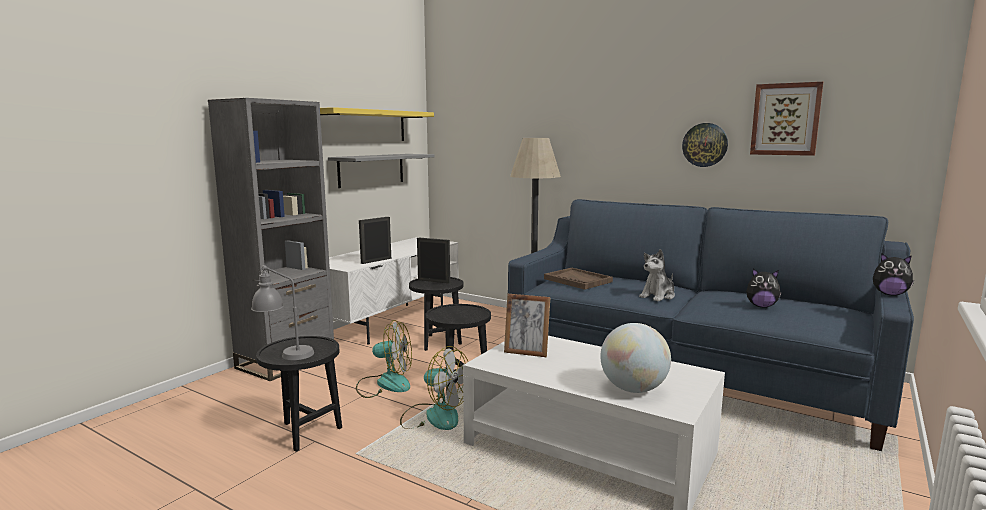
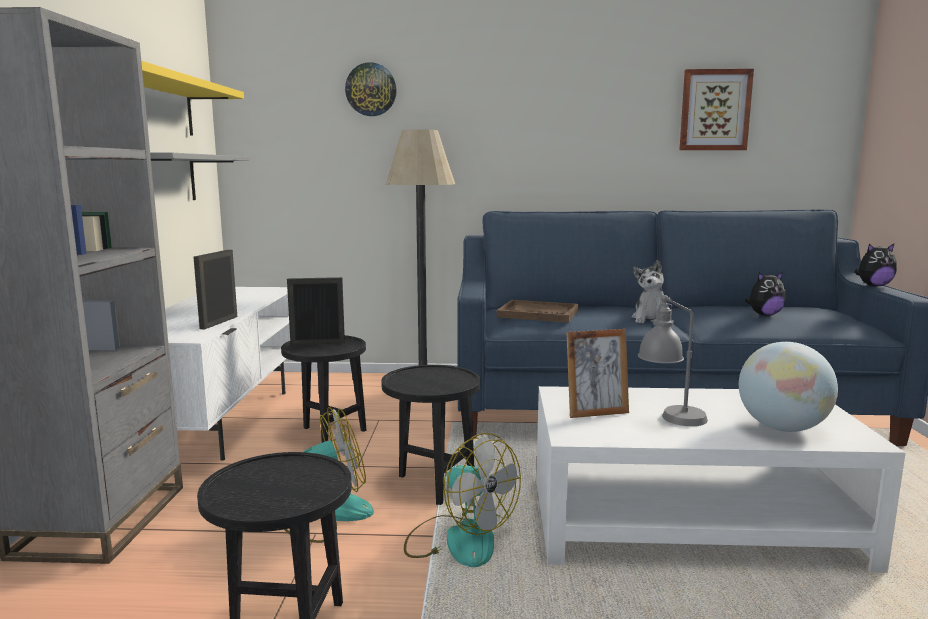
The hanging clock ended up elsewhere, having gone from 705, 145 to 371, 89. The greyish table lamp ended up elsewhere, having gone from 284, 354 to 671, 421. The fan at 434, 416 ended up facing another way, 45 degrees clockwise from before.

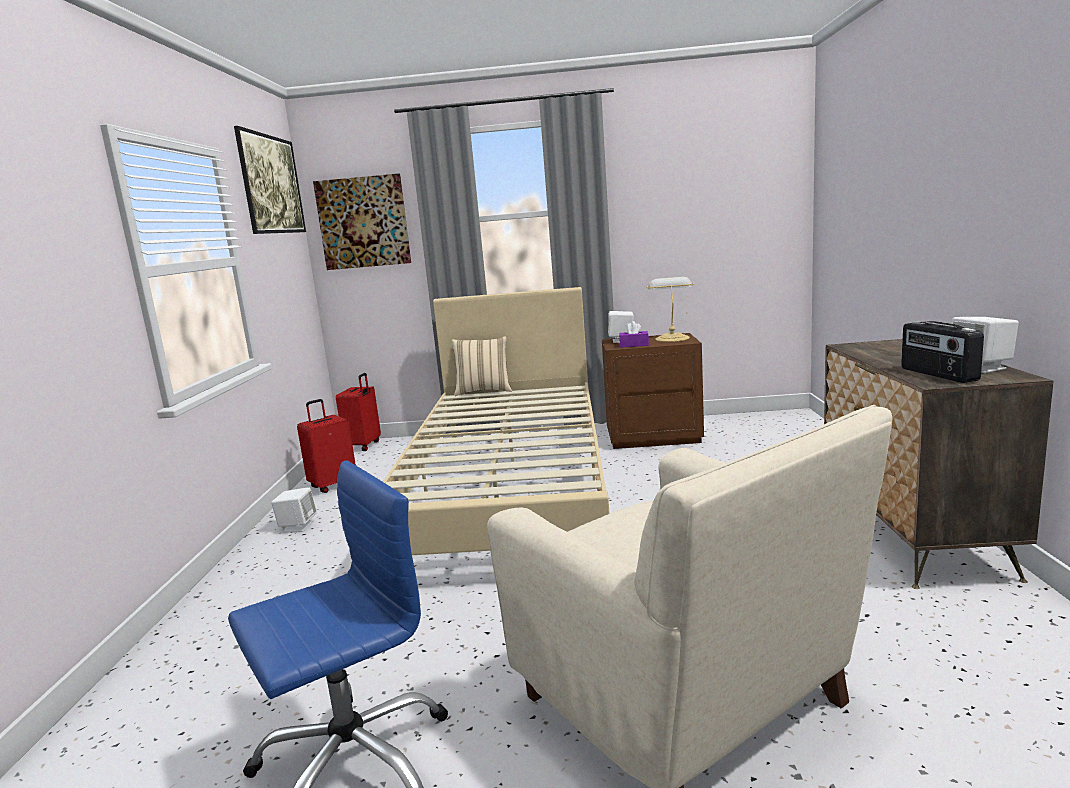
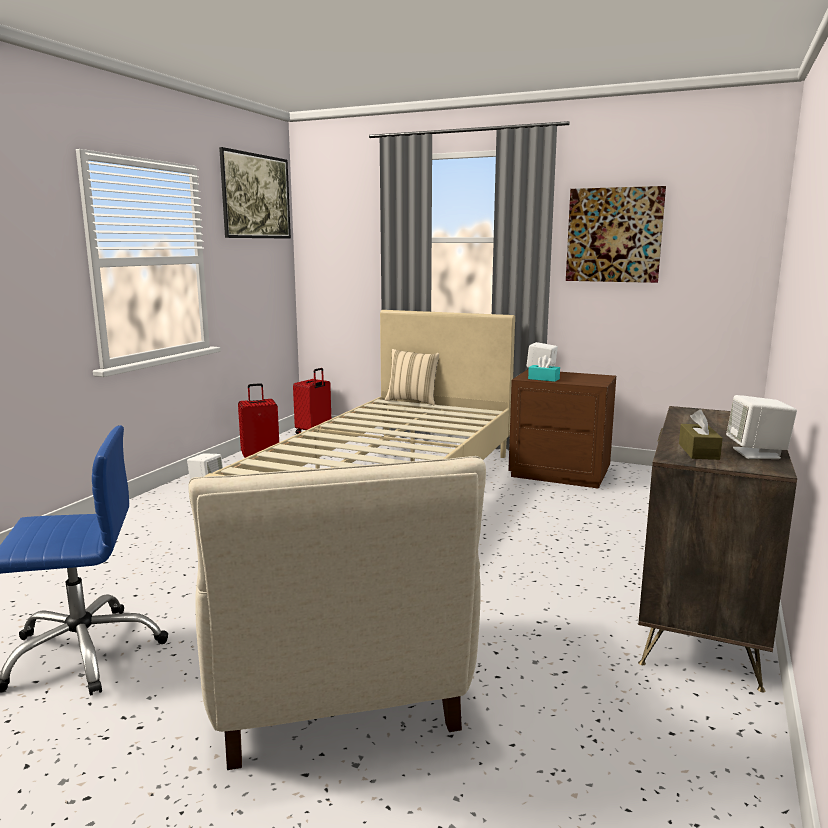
The picture ended up elsewhere, having gone from 363, 222 to 614, 235. The second view lost the table lamp at 672, 338. What was the purplish tissue box at 634, 345 turned into the turquoise-coloured tissue box at 543, 379. Where the radio receiver stood at 937, 374, the brown tissue box came to stand at 698, 451.

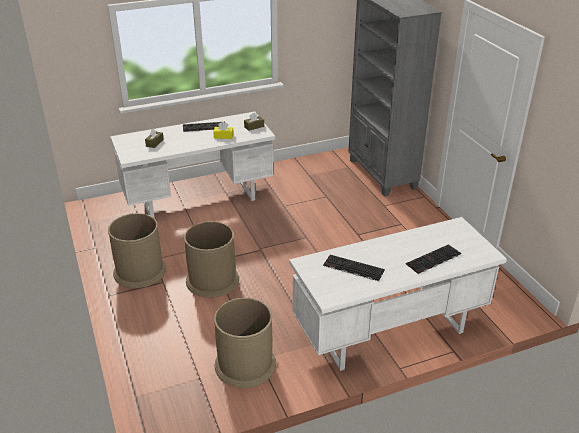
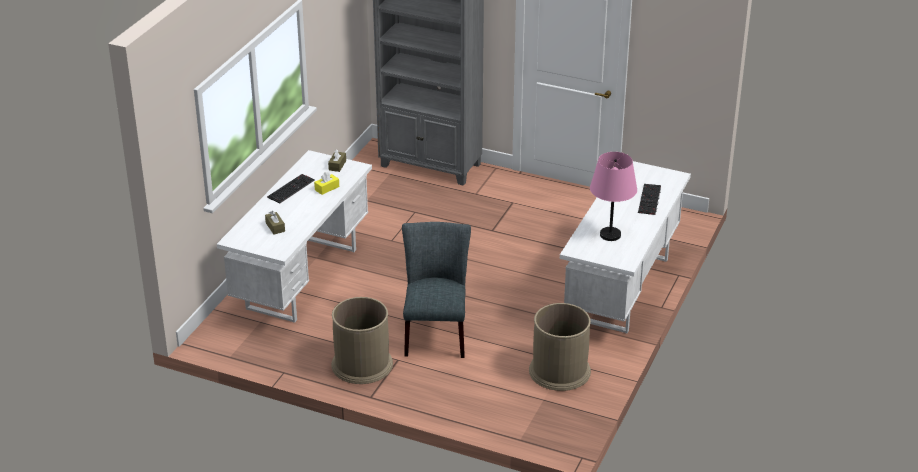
Where the brown rubbish bin stood at 212, 280, the greyish chair came to stand at 436, 333. Where the computer keyboard stood at 352, 268, the pink table lamp came to stand at 610, 235.

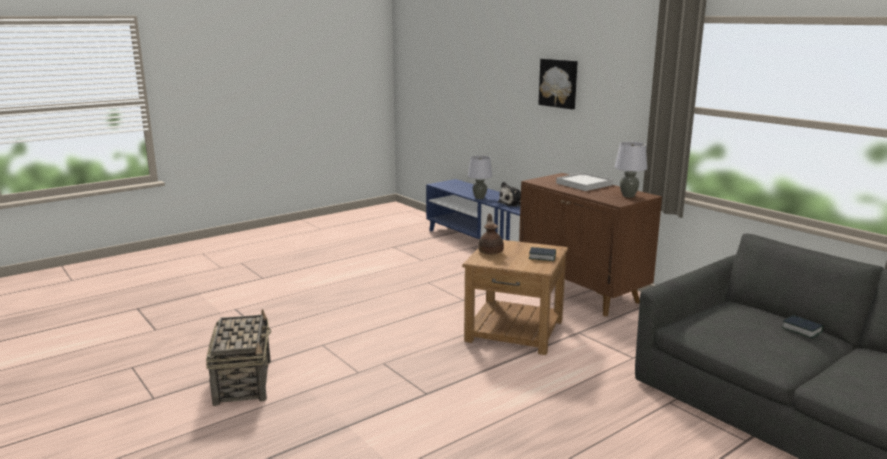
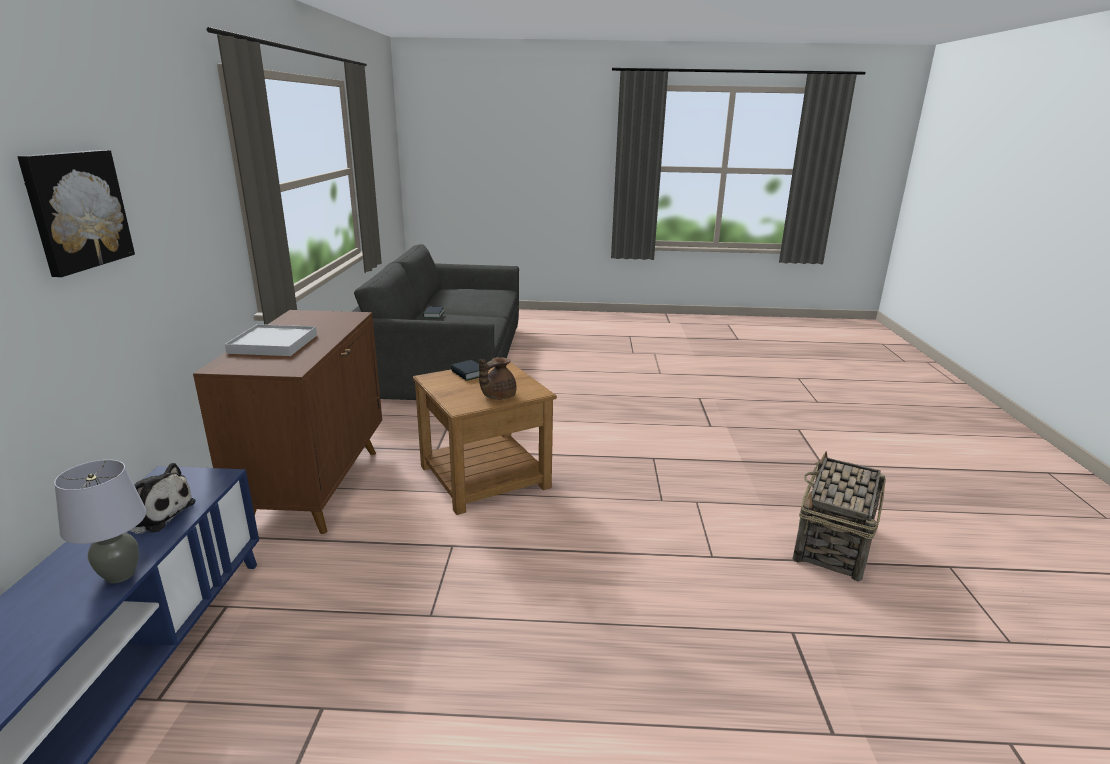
The second view lost the greyish table lamp at 628, 196.

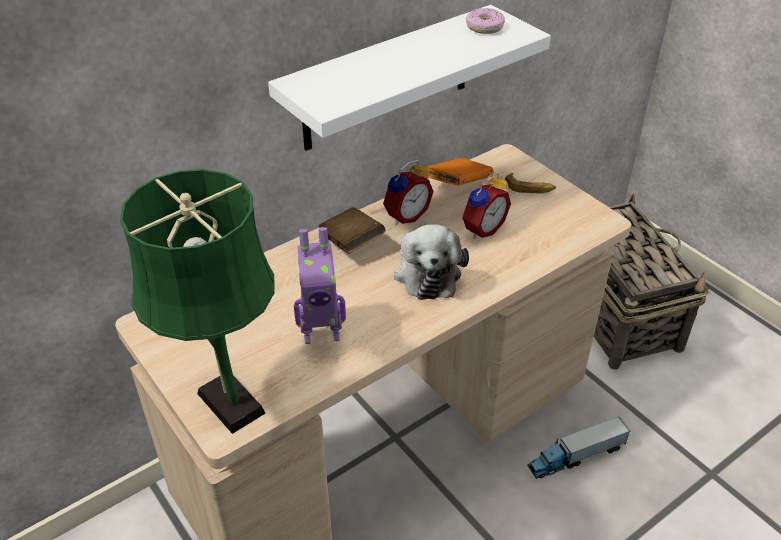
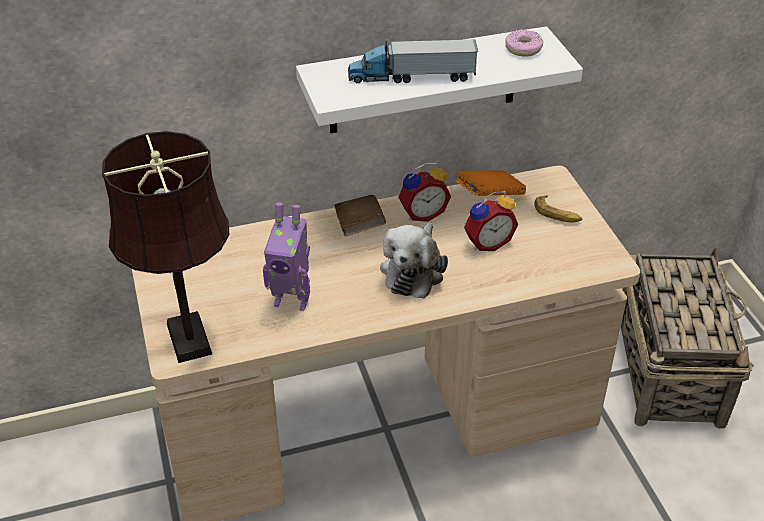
What was the green-coloured table lamp at 227, 398 turned into the brown table lamp at 188, 334. The toy lorry ended up elsewhere, having gone from 576, 456 to 411, 76.

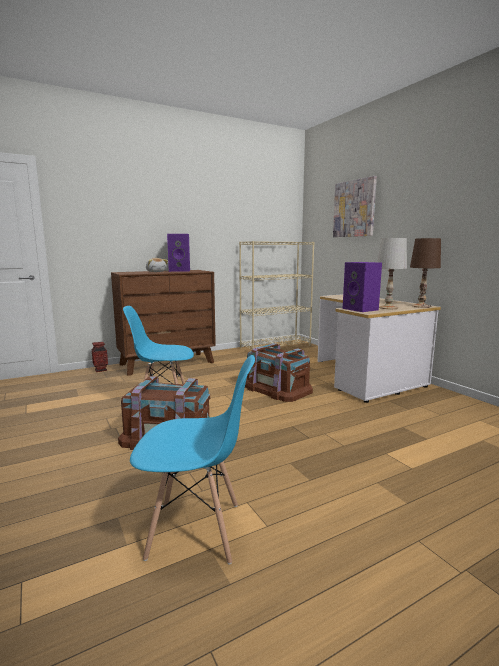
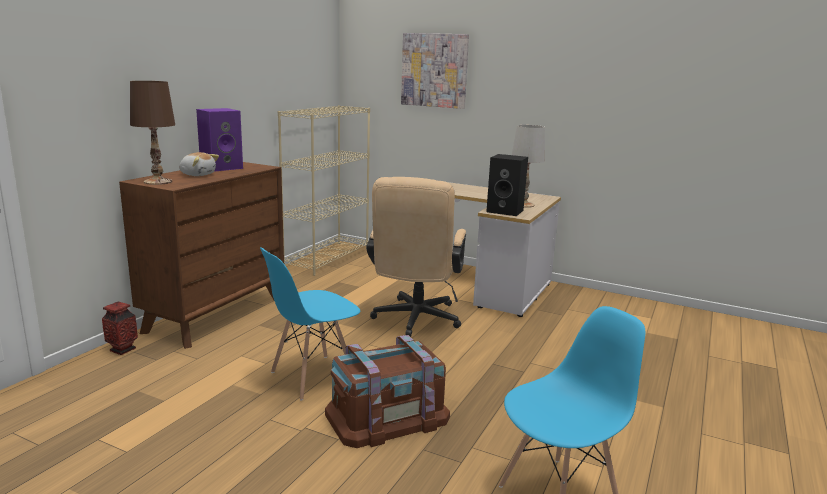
The brown table lamp ended up elsewhere, having gone from 421, 306 to 158, 182. What was the purplish audio speaker at 361, 309 turned into the black audio speaker at 506, 211. Where the brown storage bin stood at 276, 388, the beige-coloured office chair came to stand at 415, 321.

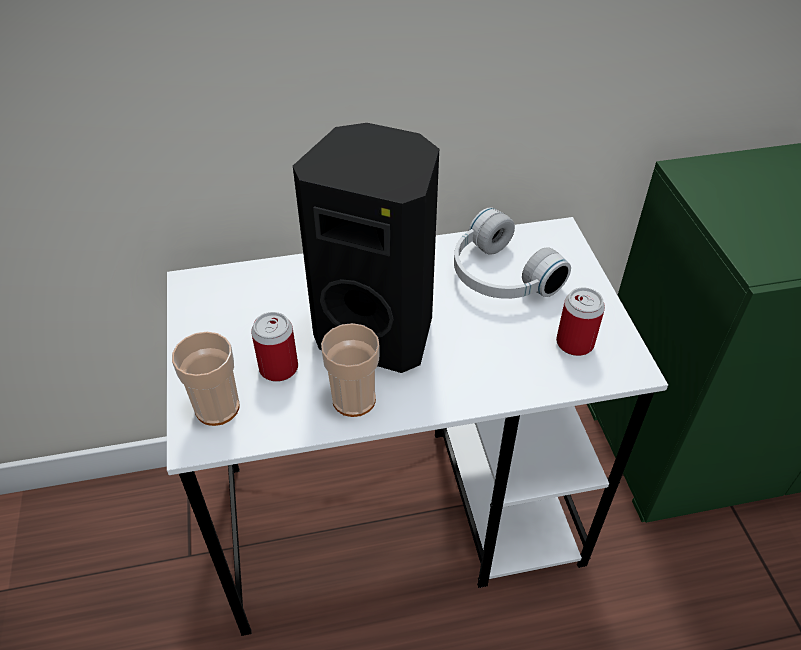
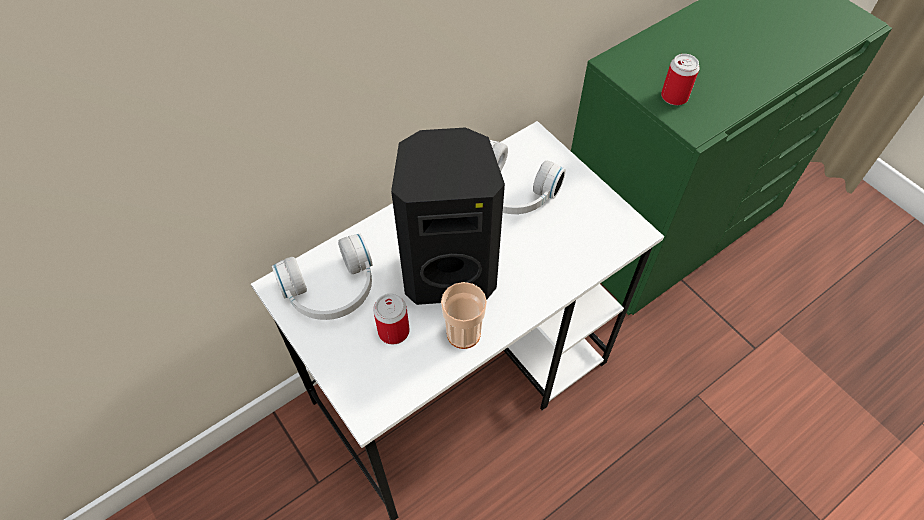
The sealed can ended up elsewhere, having gone from 575, 343 to 674, 96. The second view lost the cup at 217, 408. The second view gained the whitish pair of headphones at 332, 291.

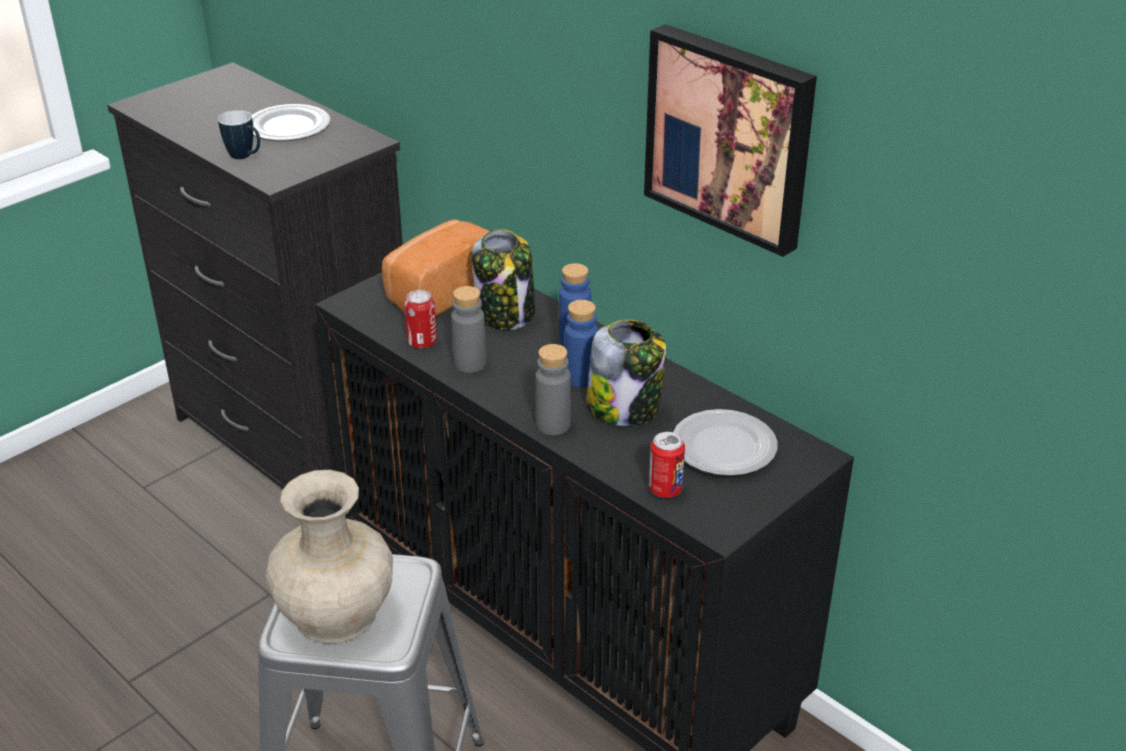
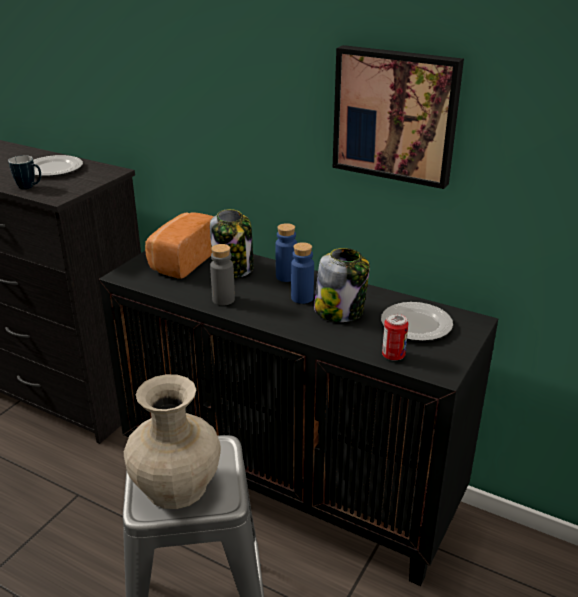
The second view lost the sealed can at 422, 342. The second view lost the greyish beverage bottle at 553, 425.

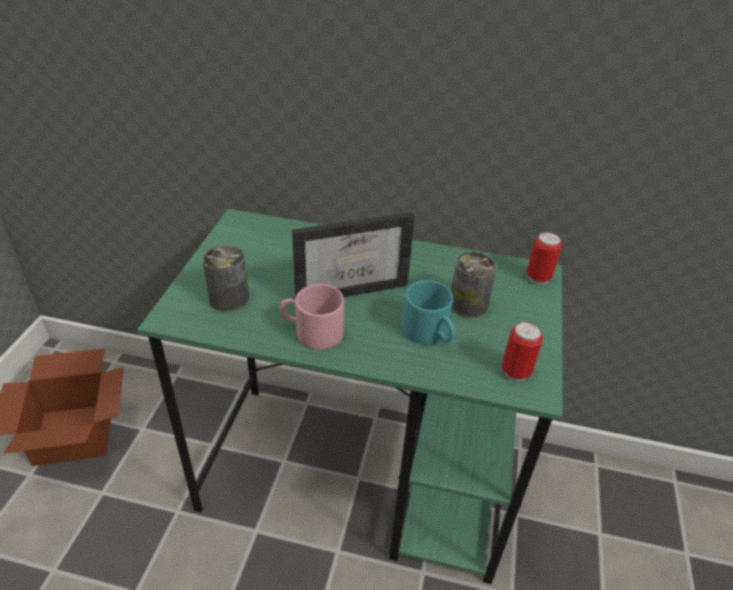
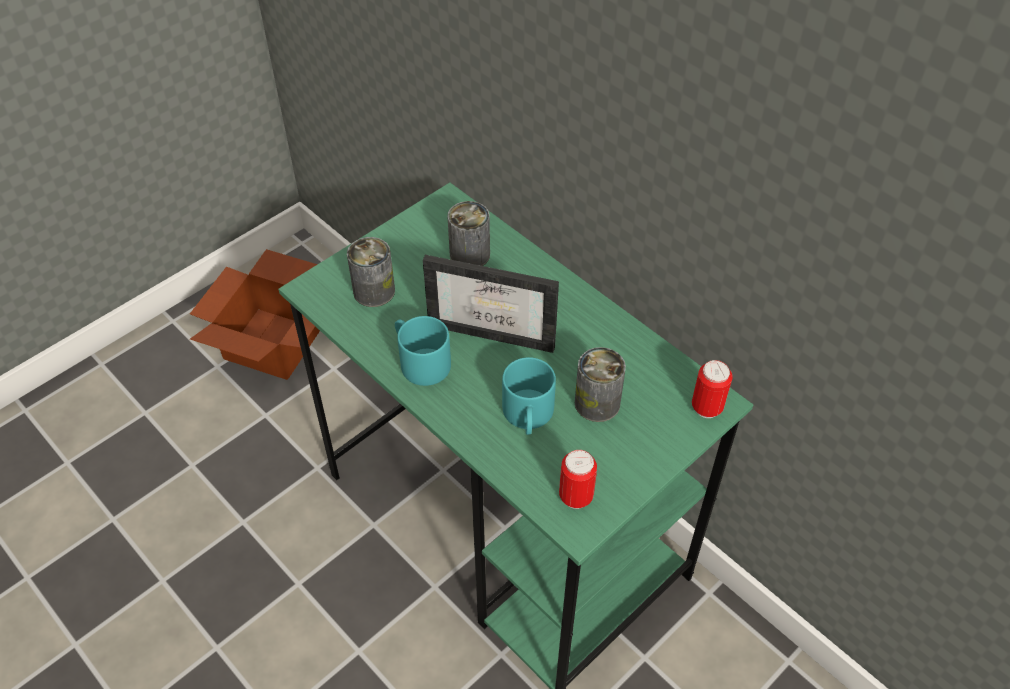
What was the pink coffee mug at 311, 332 turned into the turquoise-coloured coffee mug at 419, 361. The second view gained the sealed can at 470, 254.

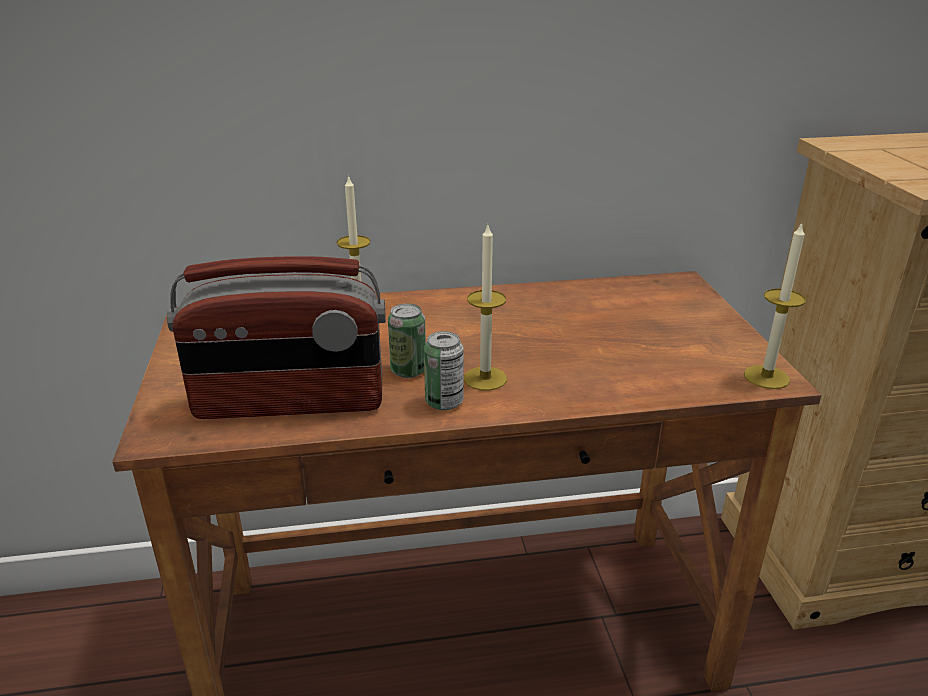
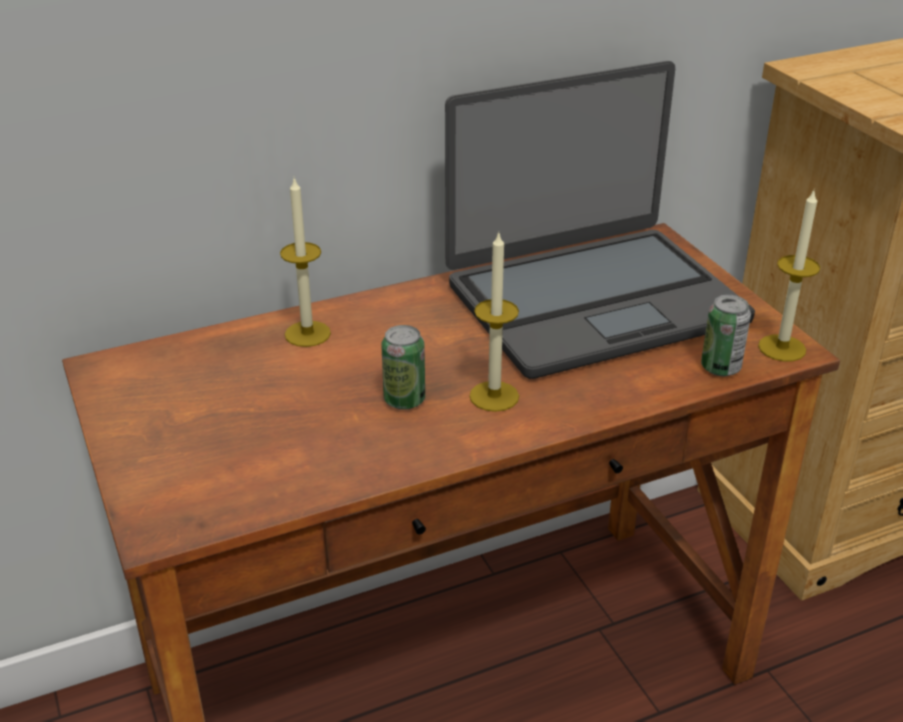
The second view lost the radio receiver at 290, 403. The sealed can ended up elsewhere, having gone from 444, 402 to 720, 367. The second view gained the portable computer at 593, 301.

